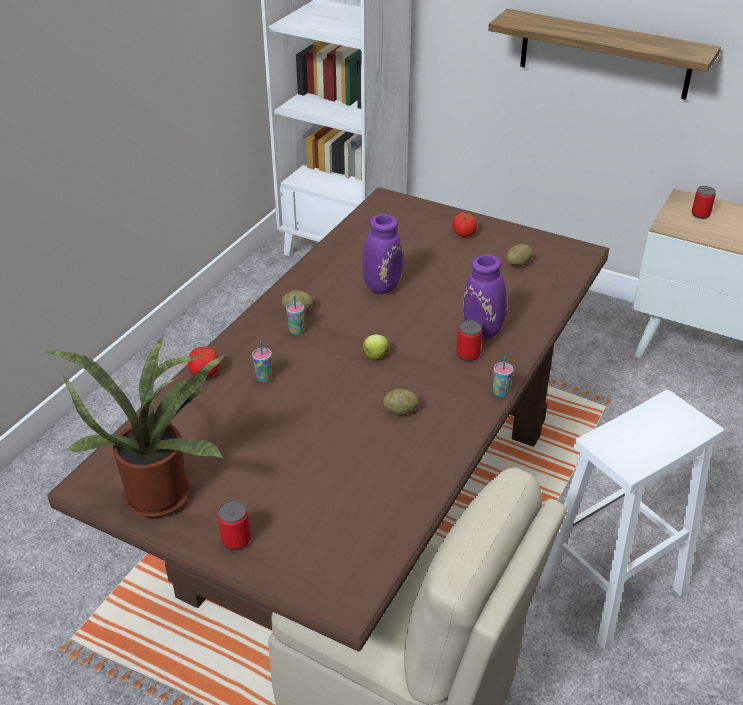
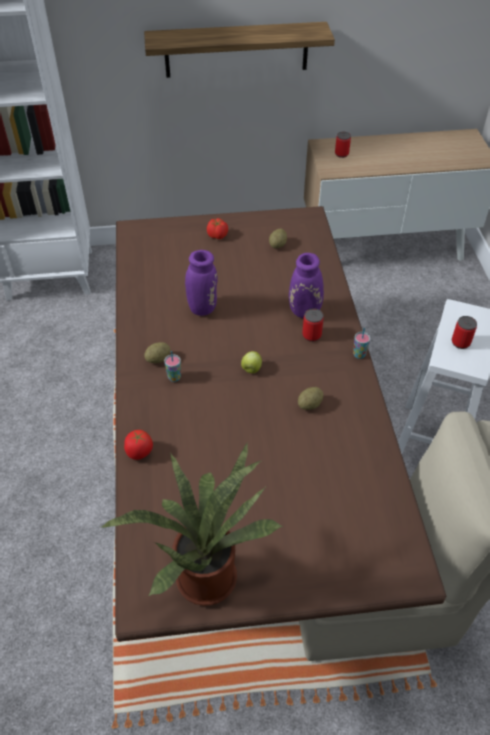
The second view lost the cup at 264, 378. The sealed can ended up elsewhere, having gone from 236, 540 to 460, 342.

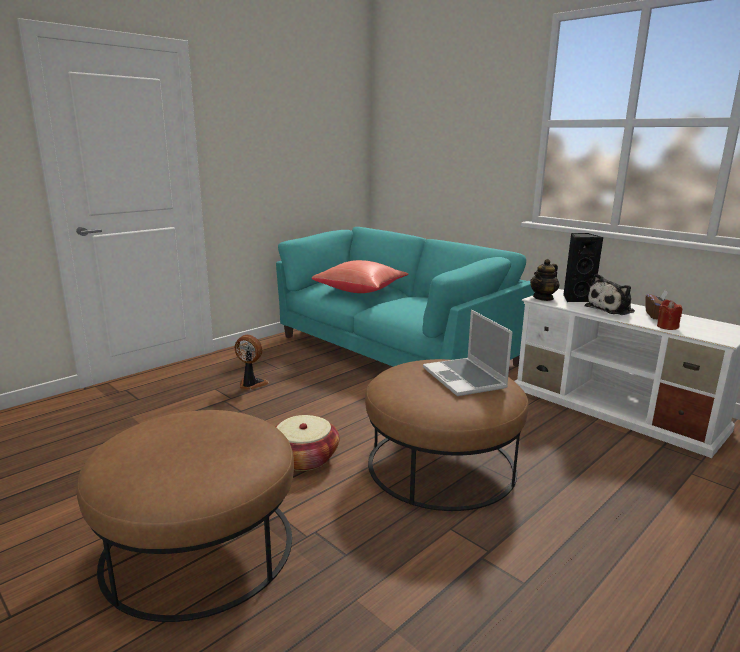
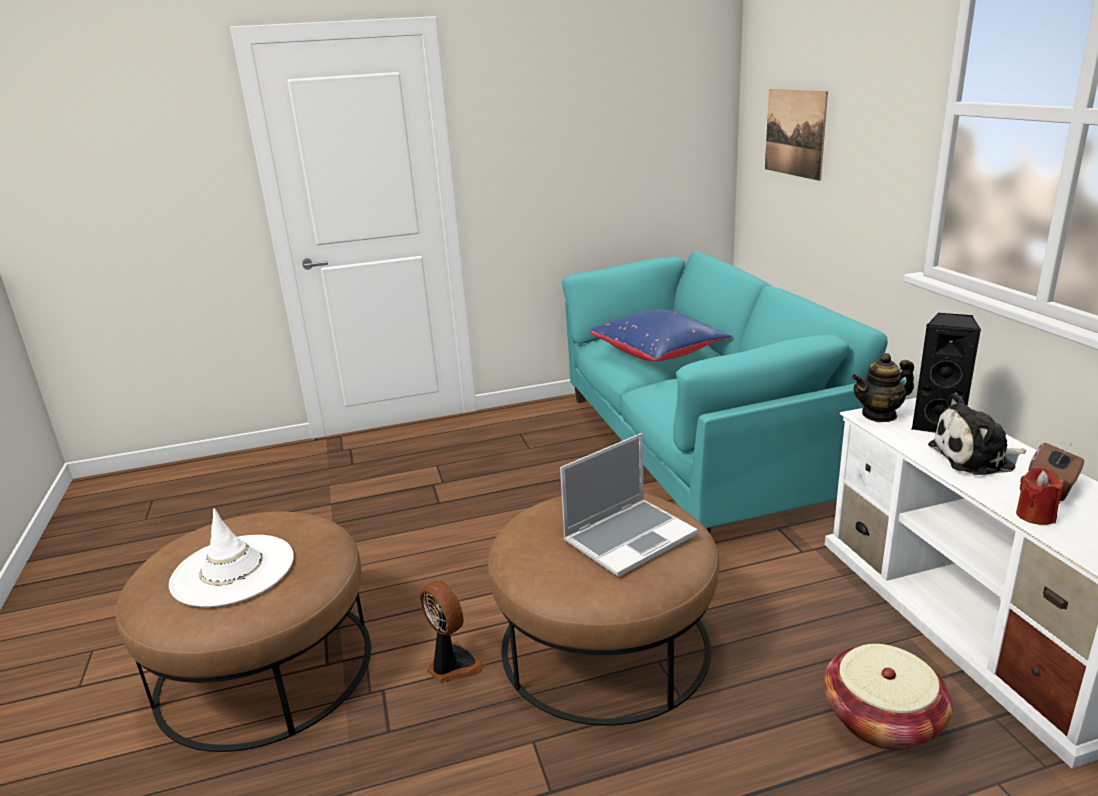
What was the reddish throw pillow at 361, 290 turned into the blue-coloured throw pillow at 659, 354. The portable computer at 465, 378 ended up facing another way, 135 degrees counterclockwise from before. The fan ended up elsewhere, having gone from 251, 384 to 452, 665. The basket ended up elsewhere, having gone from 304, 458 to 882, 719. The second view gained the picture at 794, 133. The second view gained the whitish clothing hat at 233, 571.

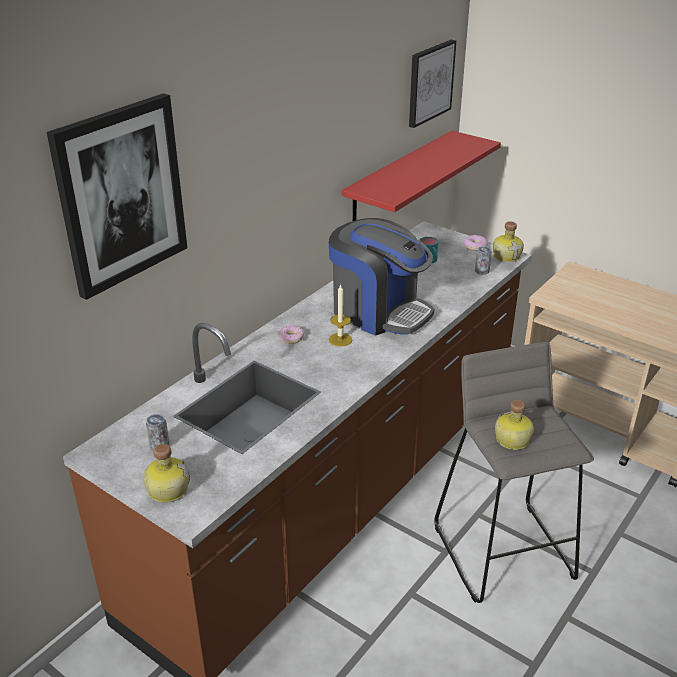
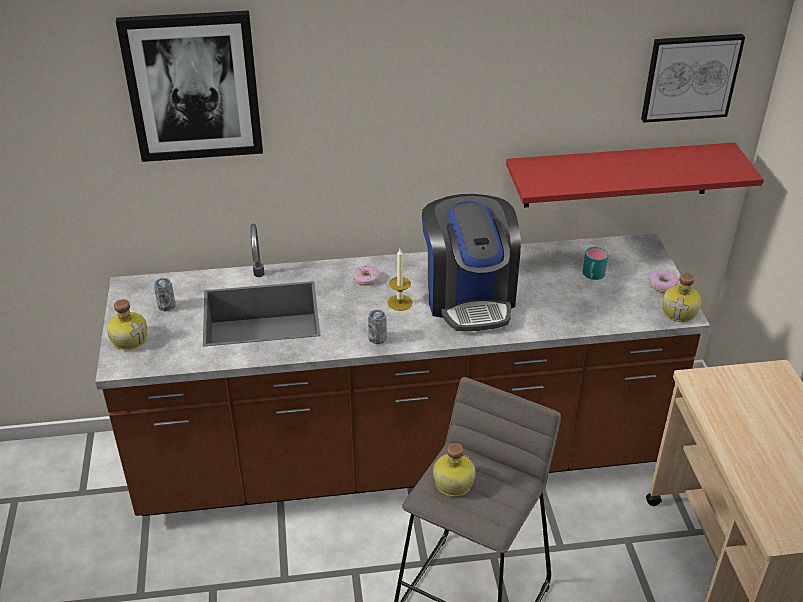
The sealed can ended up elsewhere, having gone from 482, 271 to 377, 339.

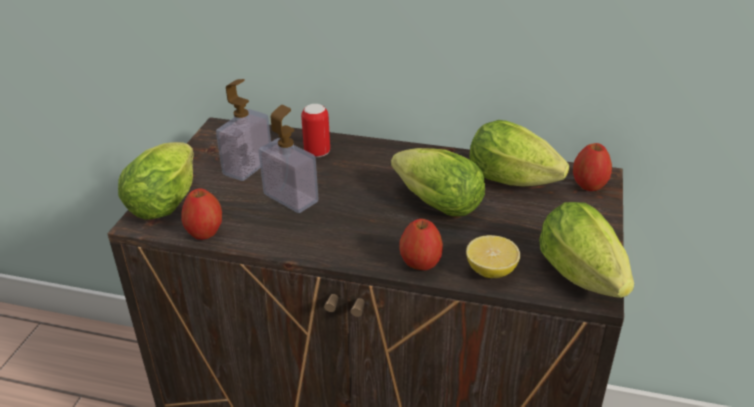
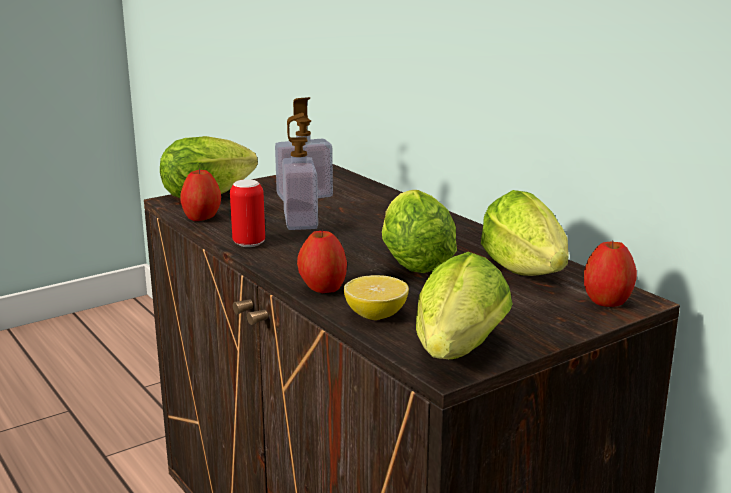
The sealed can ended up elsewhere, having gone from 317, 153 to 249, 243.

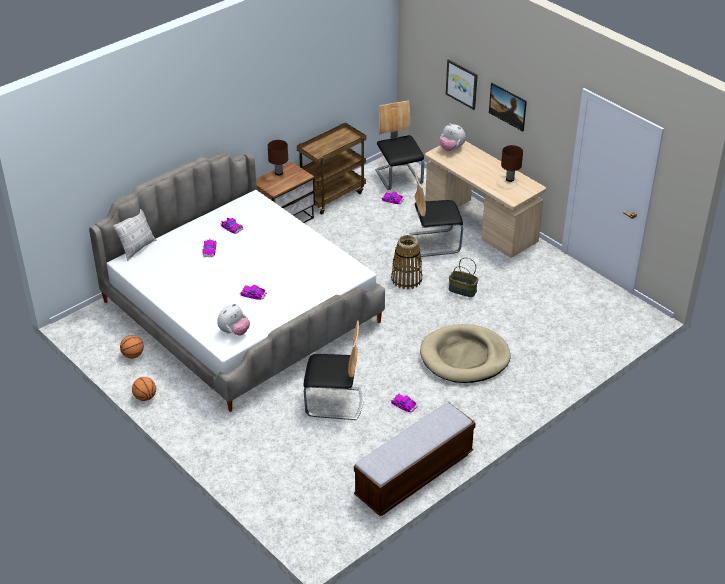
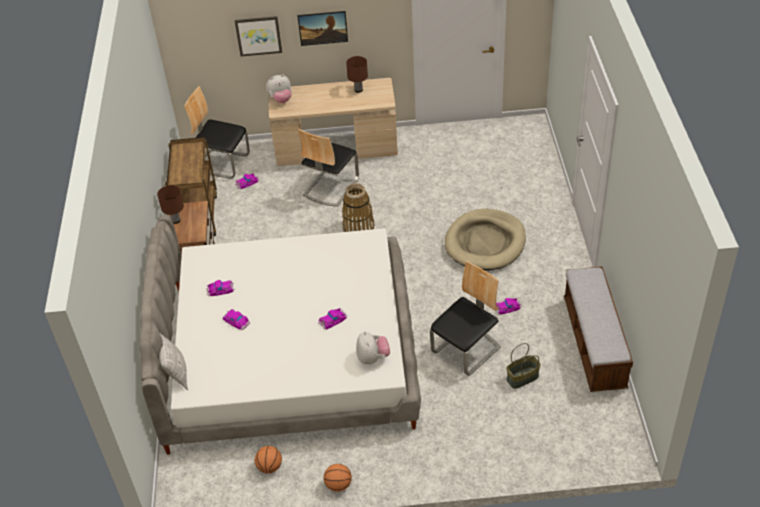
The basket ended up elsewhere, having gone from 462, 290 to 522, 378.

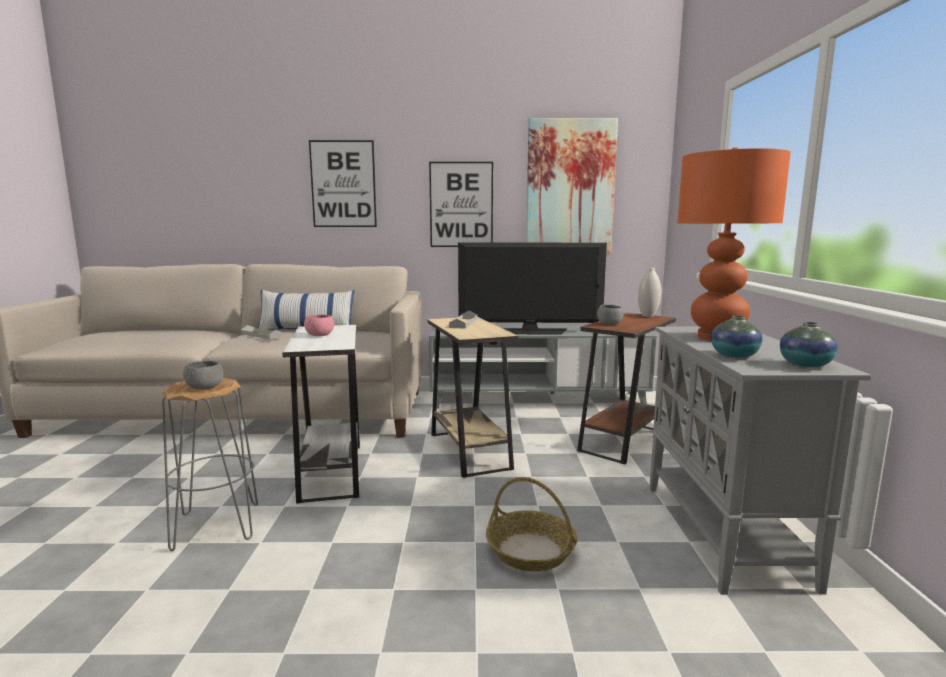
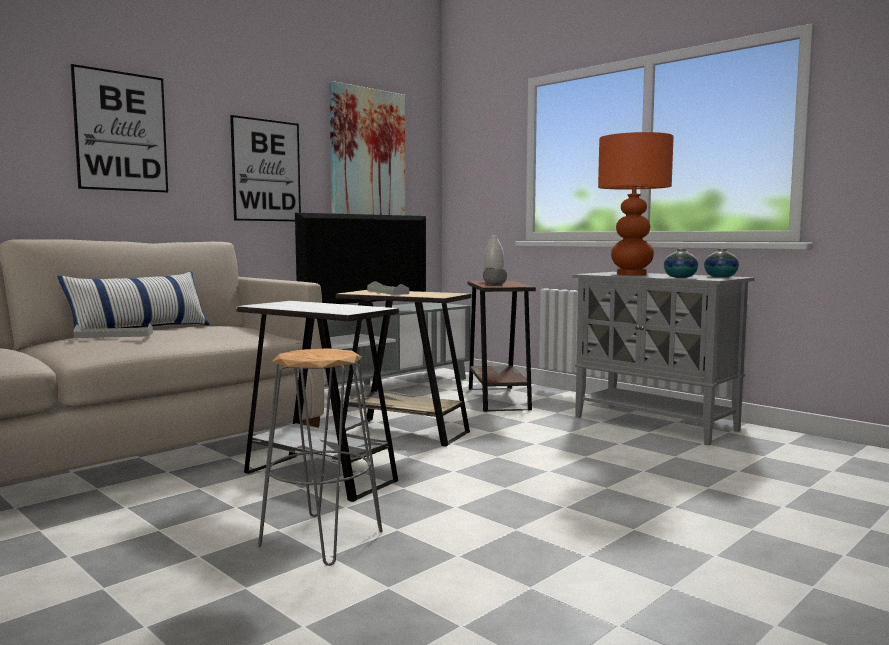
The second view lost the pink serving bowl at 320, 335. The second view lost the greyish serving bowl at 205, 388. The second view lost the basket at 531, 551.

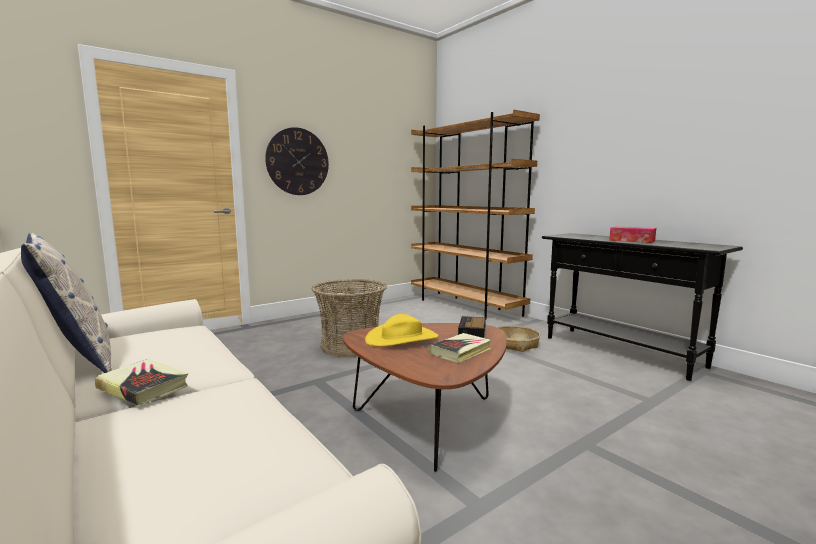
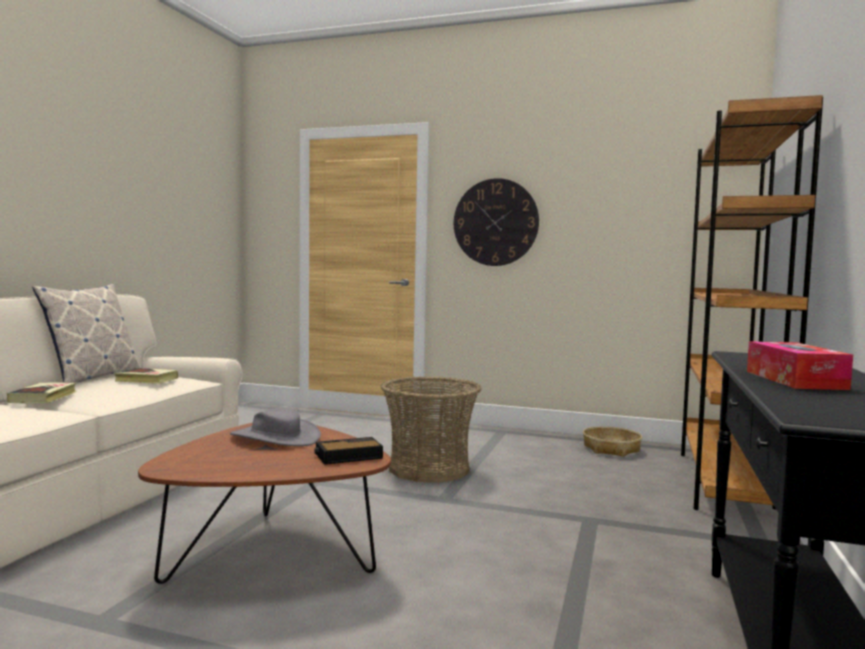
What was the yellow-coloured clothing hat at 402, 338 turned into the greyish clothing hat at 275, 437. The basket ended up elsewhere, having gone from 515, 344 to 611, 449. The book ended up elsewhere, having gone from 461, 351 to 146, 380.

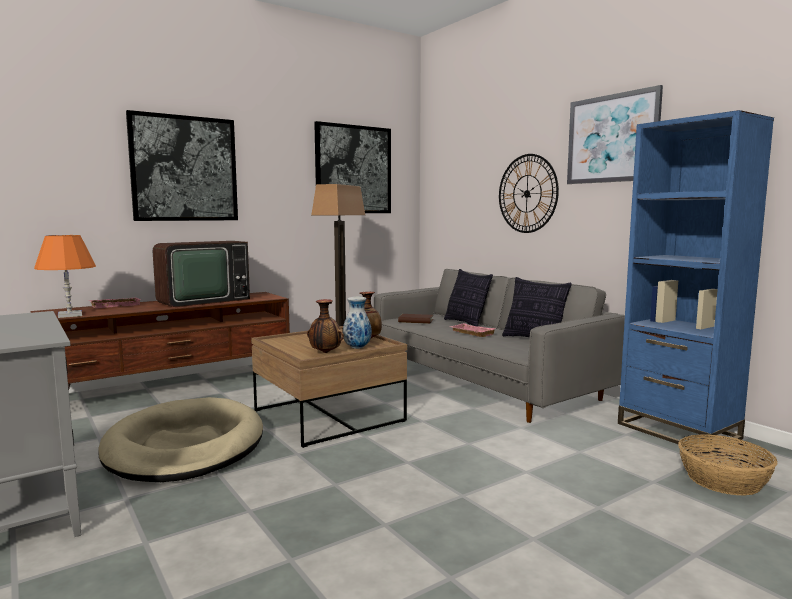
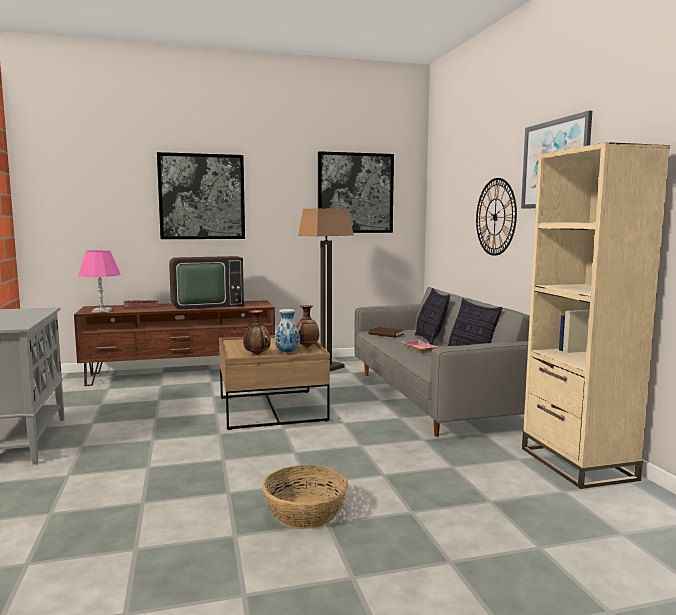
What was the blue-coloured shelving unit at 678, 431 turned into the beige-coloured shelving unit at 577, 464. What was the orangey table lamp at 70, 315 turned into the pink table lamp at 101, 311. The second view lost the beige-coloured dog cushion at 185, 446. The basket ended up elsewhere, having gone from 724, 480 to 305, 512.

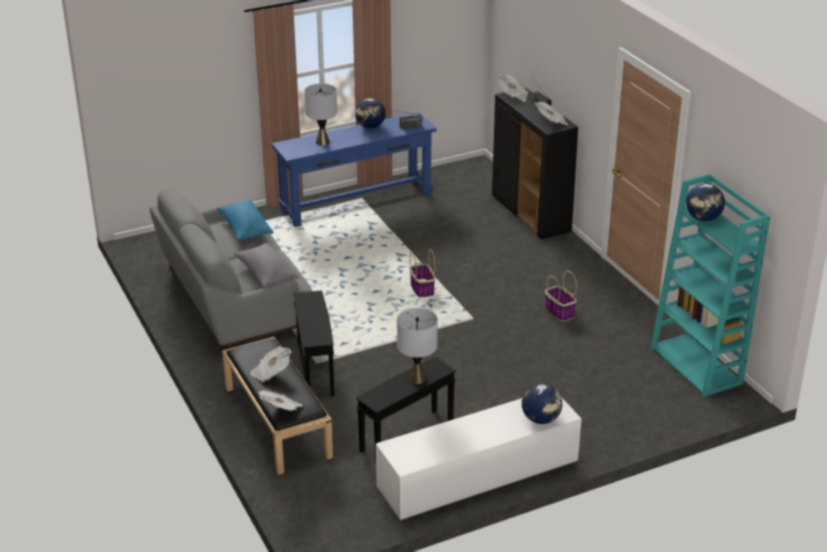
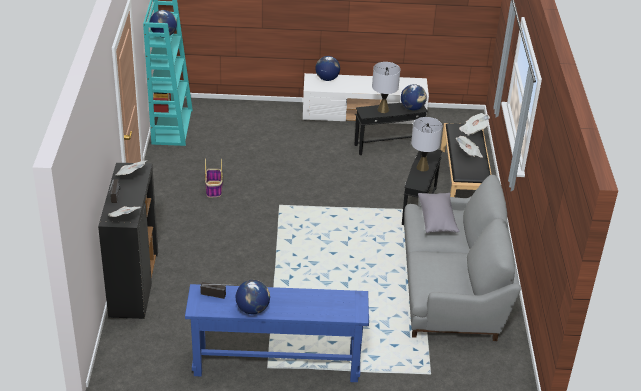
The greyish table lamp ended up elsewhere, having gone from 322, 142 to 422, 167. The second view lost the blue-coloured throw pillow at 245, 229. The second view lost the basket at 422, 288. The second view gained the desk globe at 412, 108.

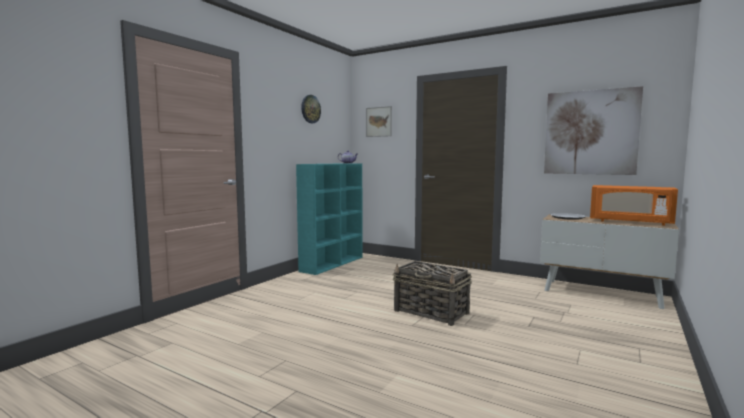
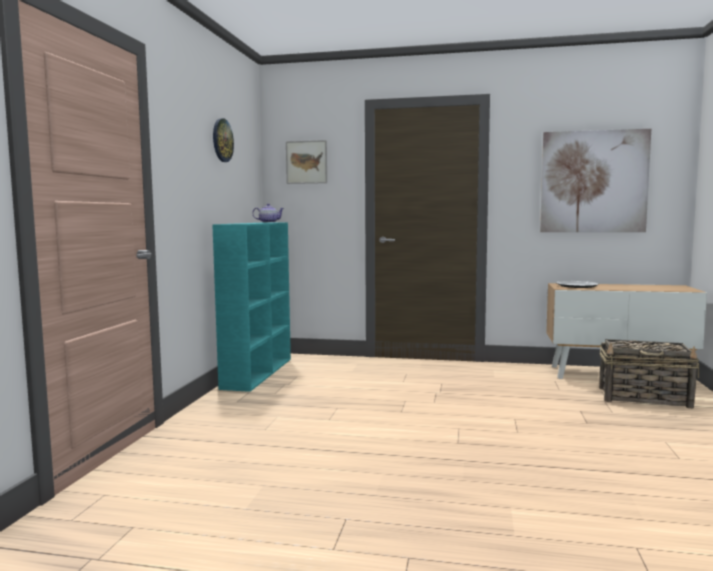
The second view lost the orangey microwave oven at 630, 222. The basket ended up elsewhere, having gone from 432, 312 to 645, 398.

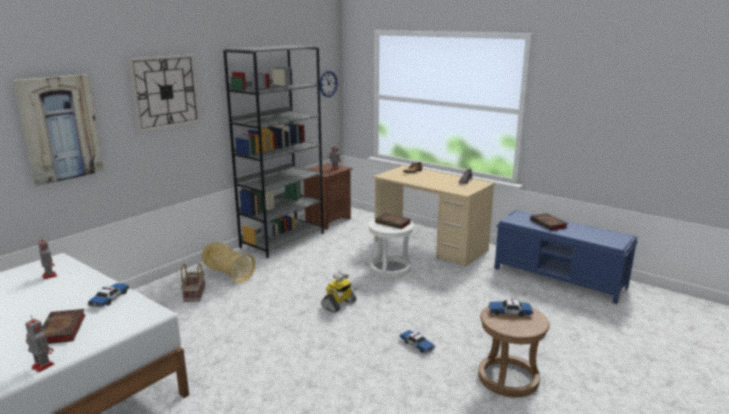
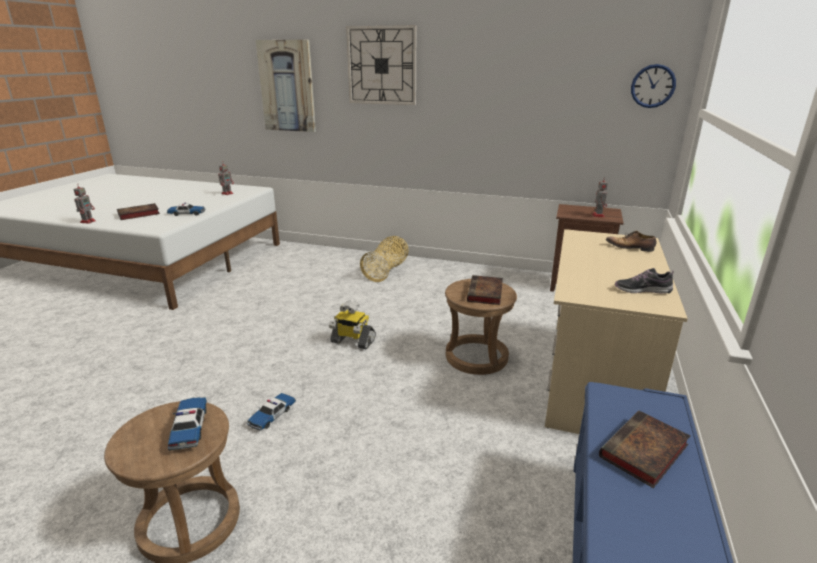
The second view lost the greyish shelving unit at 283, 240. What was the whitish stool at 390, 268 turned into the brown stool at 476, 357. The second view lost the basket at 194, 294.

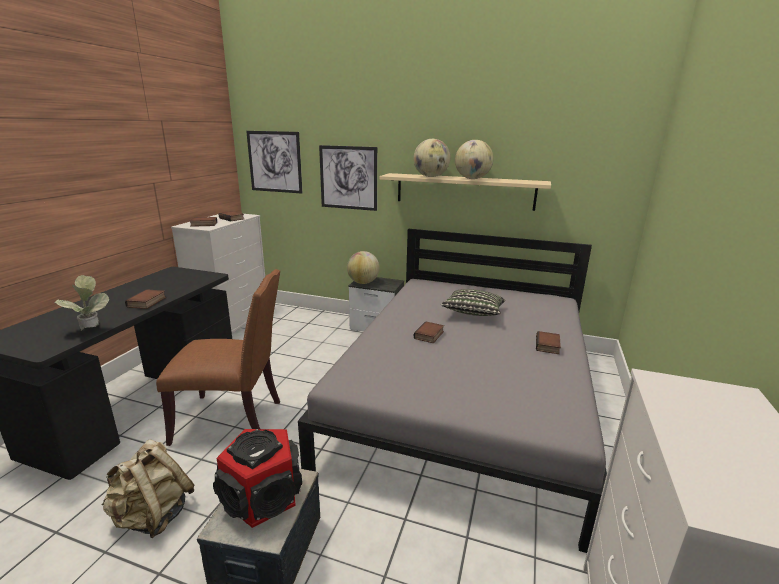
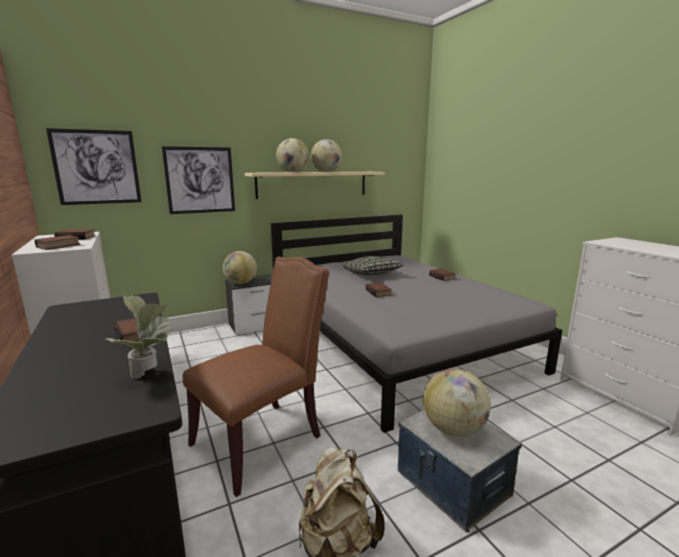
Where the audio speaker stood at 264, 497, the desk globe came to stand at 453, 429.

